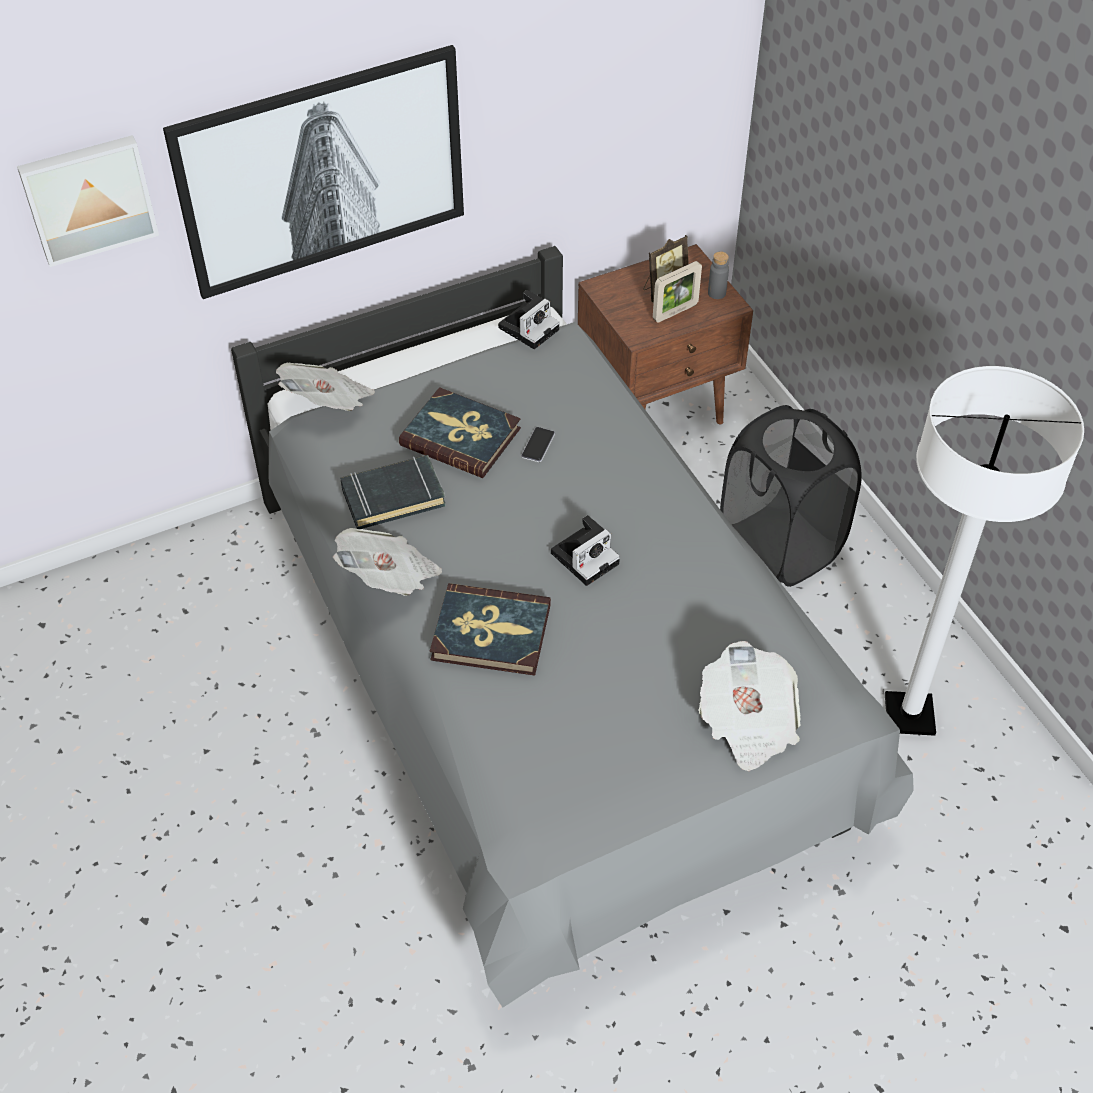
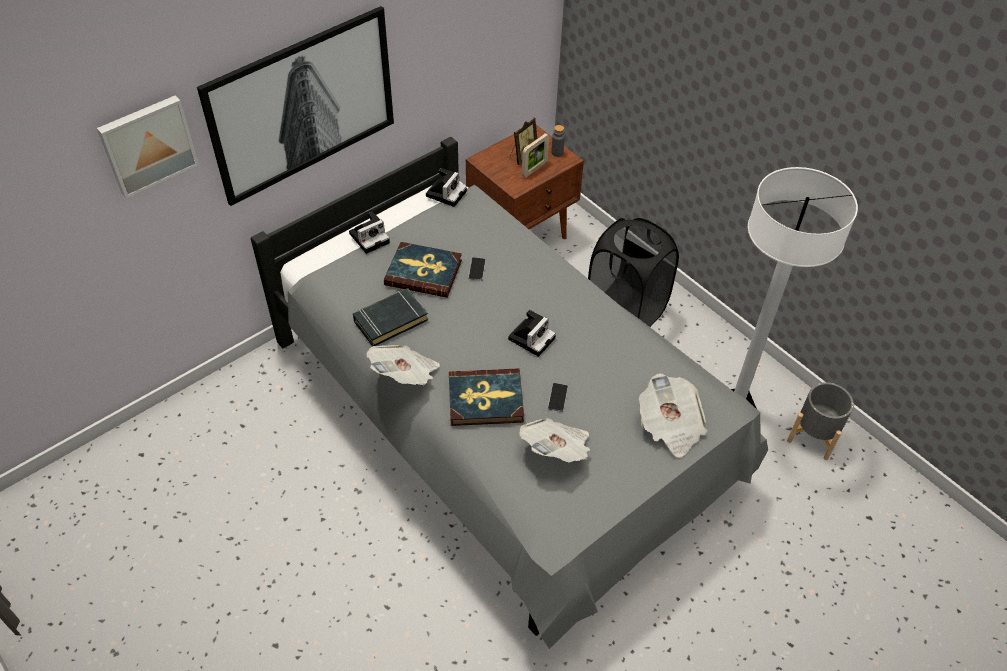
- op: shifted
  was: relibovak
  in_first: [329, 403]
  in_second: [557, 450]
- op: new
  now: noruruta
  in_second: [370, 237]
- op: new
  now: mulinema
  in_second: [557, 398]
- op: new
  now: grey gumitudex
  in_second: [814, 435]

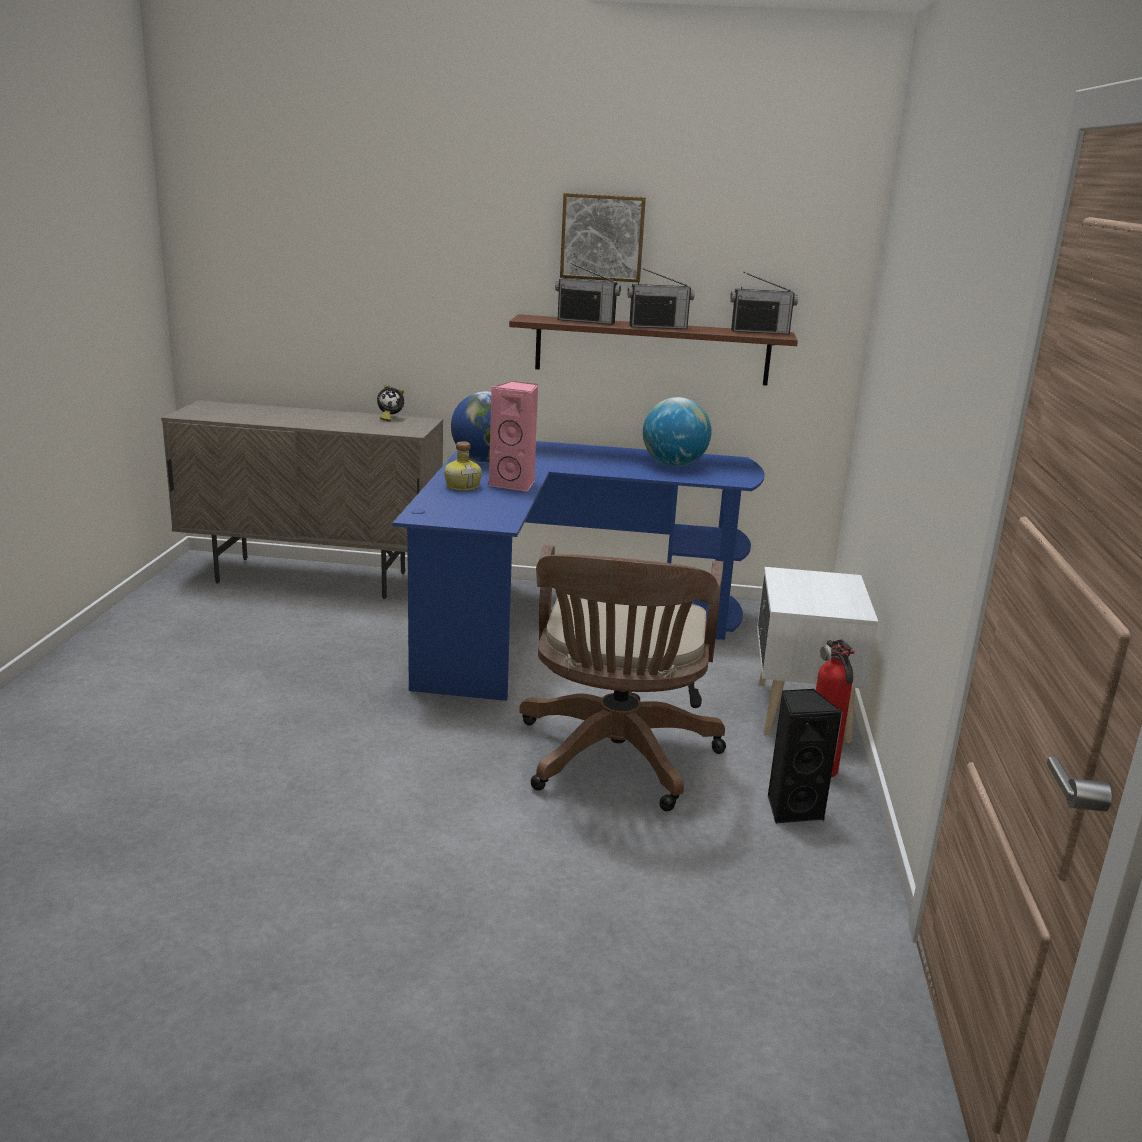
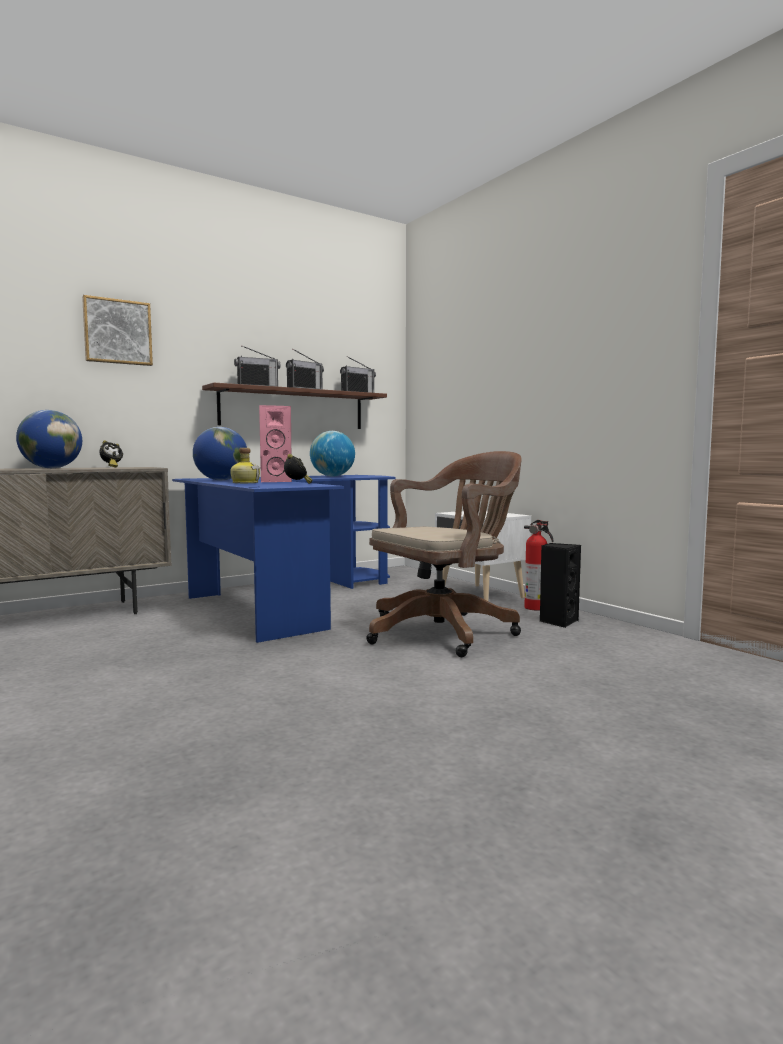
- op: rotated
  was: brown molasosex
  in_first: [615, 760]
  in_second: [446, 631]
  clockwise: -90
- op: shifted
  was: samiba
  in_first: [602, 237]
  in_second: [117, 332]
- op: new
  now: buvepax
  in_second: [51, 468]
- op: new
  now: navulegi
  in_second: [297, 484]

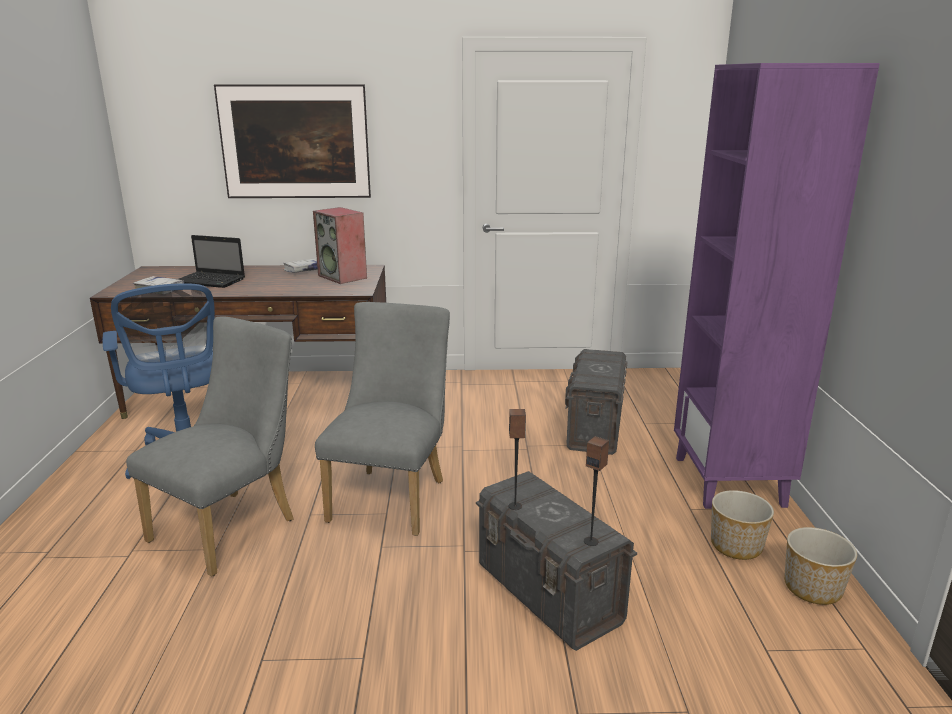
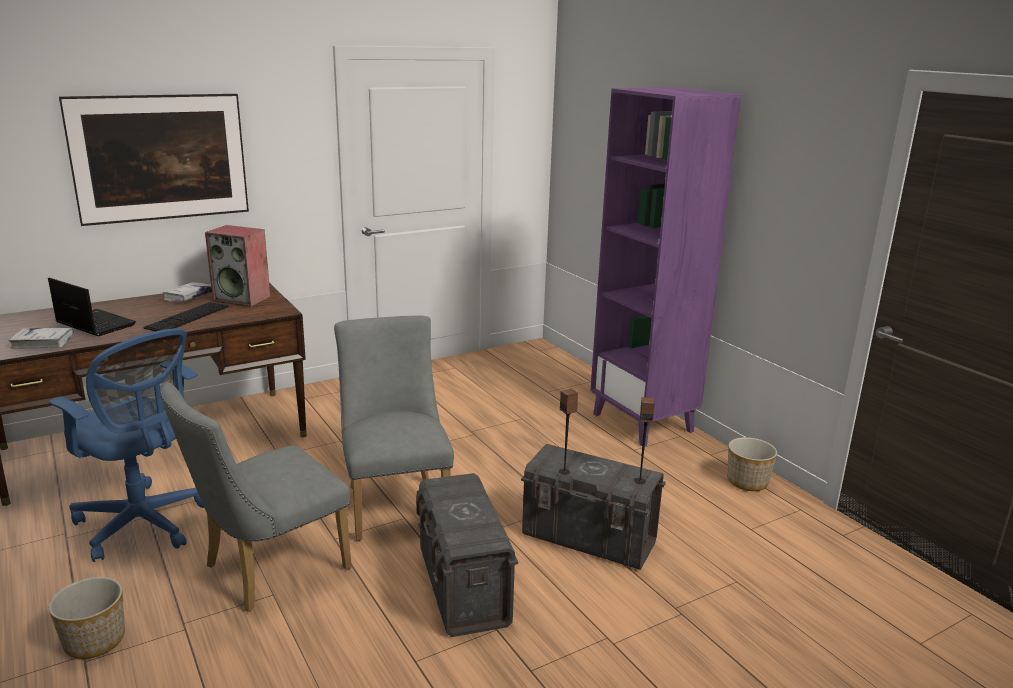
- op: rotated
  was: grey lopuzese
  in_first: [232, 526]
  in_second: [267, 570]
  clockwise: -135
- op: rotated
  was: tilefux
  in_first: [211, 281]
  in_second: [94, 324]
  clockwise: -135
- op: shifted
  was: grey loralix
  in_first: [595, 428]
  in_second: [463, 587]
- op: shifted
  was: gumitudex
  in_first: [736, 545]
  in_second: [95, 640]
- op: new
  now: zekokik
  in_second: [187, 317]

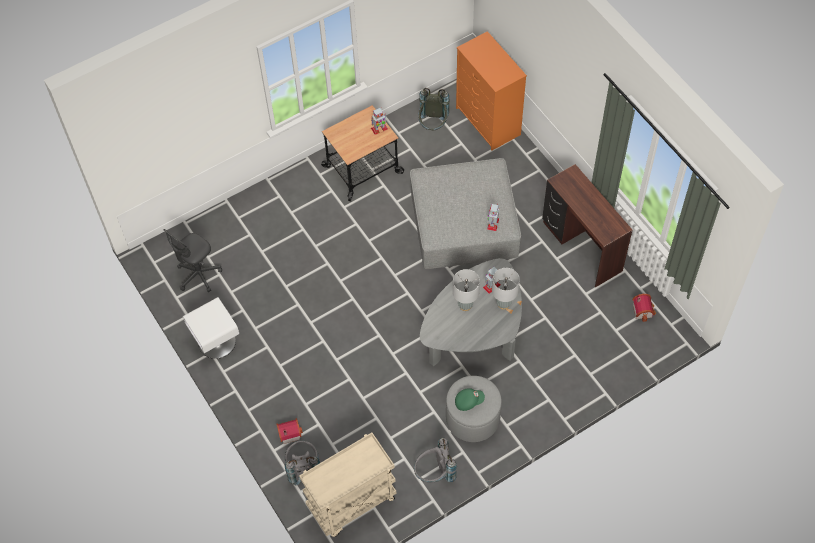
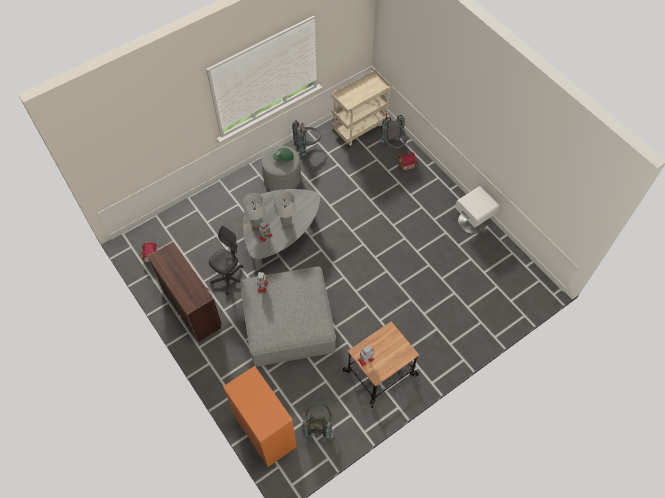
- op: shifted
  was: grey molasosex
  in_first: [199, 275]
  in_second: [229, 279]

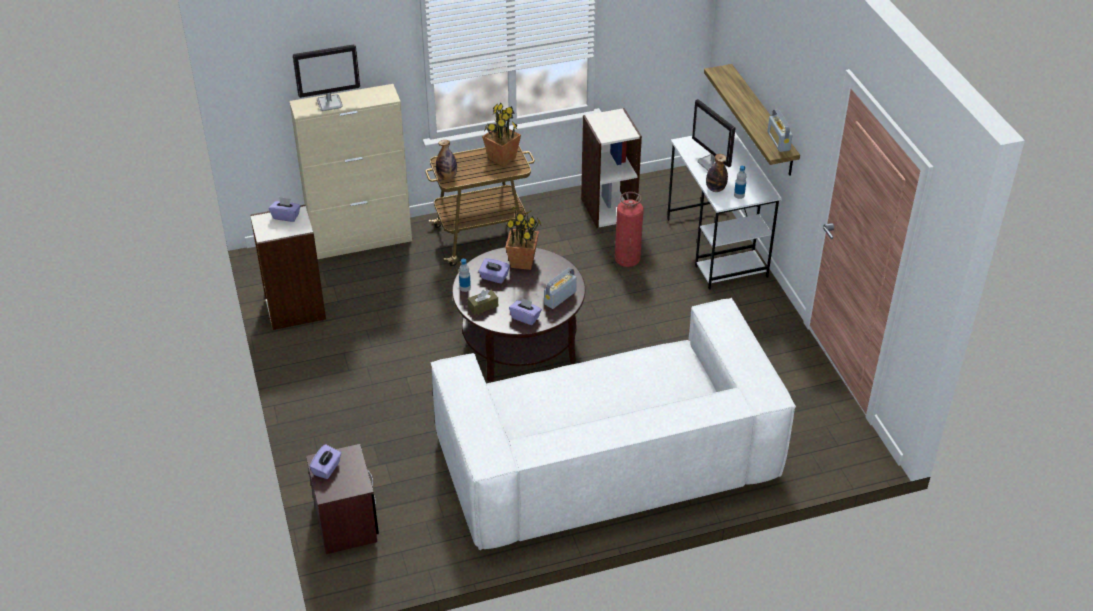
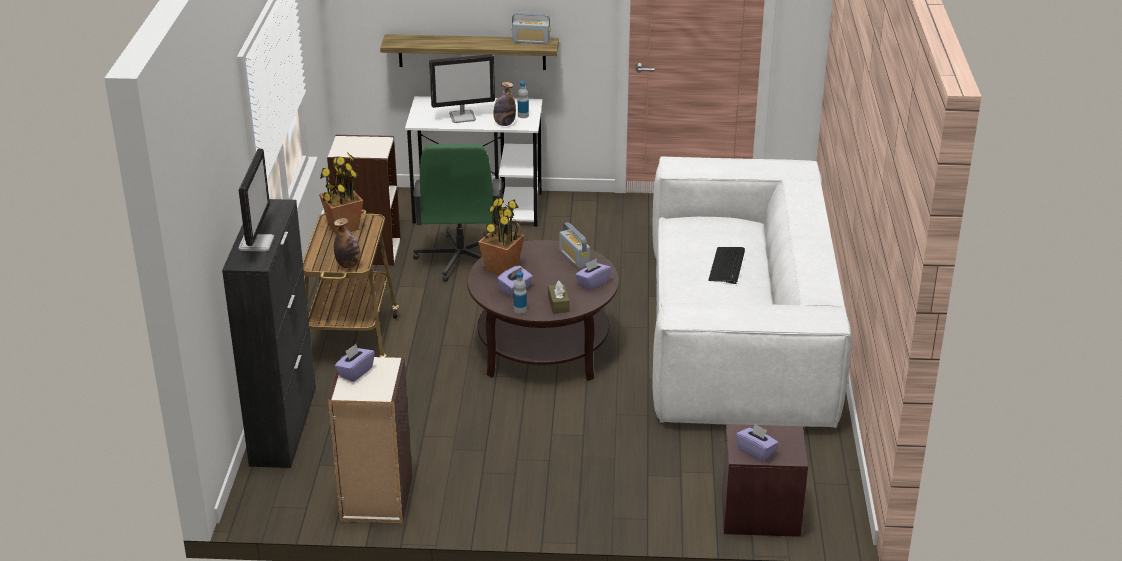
- op: repainted
  was: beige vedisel
  now: black vedisel
  in_first: [361, 241]
  in_second: [284, 425]
- op: swapped
  was: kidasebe
  now: green molasosex
  in_first: [627, 260]
  in_second: [459, 259]
- op: new
  now: zekokik
  in_second: [727, 266]

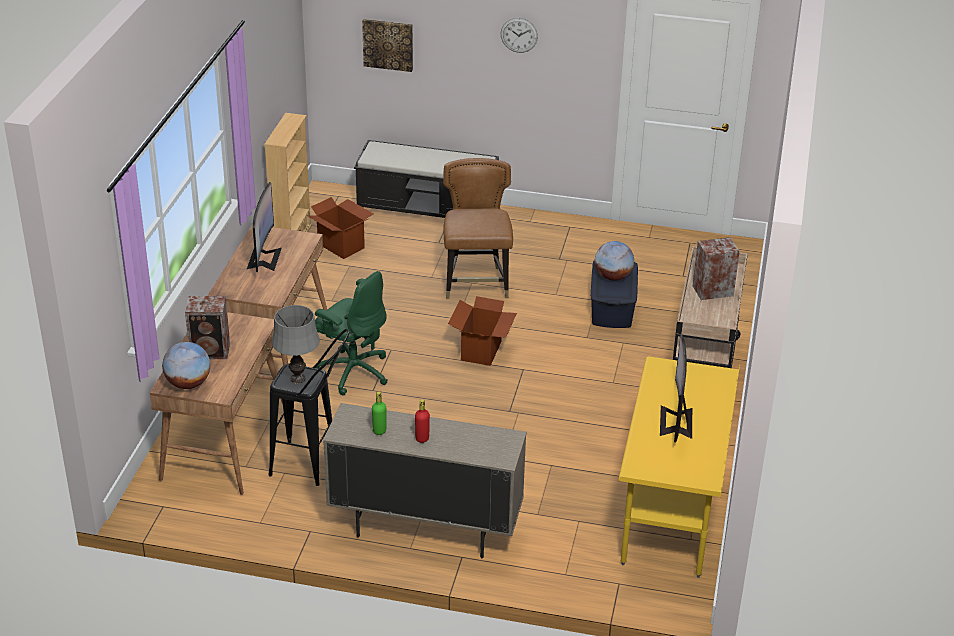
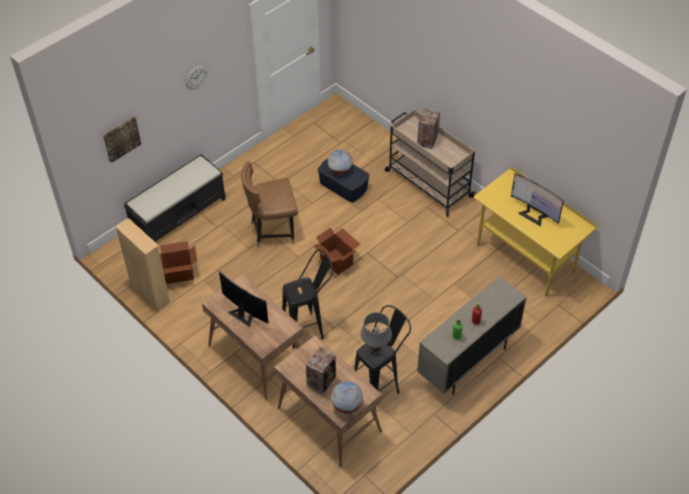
- op: swapped
  was: green molasosex
  now: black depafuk
  in_first: [353, 371]
  in_second: [309, 328]
- op: rotated
  was: brown lopuzese
  in_first: [476, 283]
  in_second: [272, 231]
  clockwise: -45

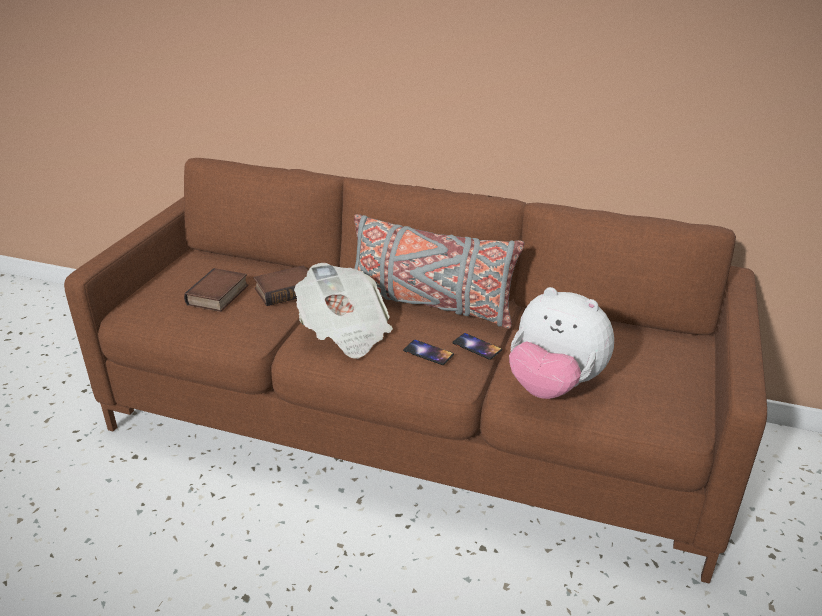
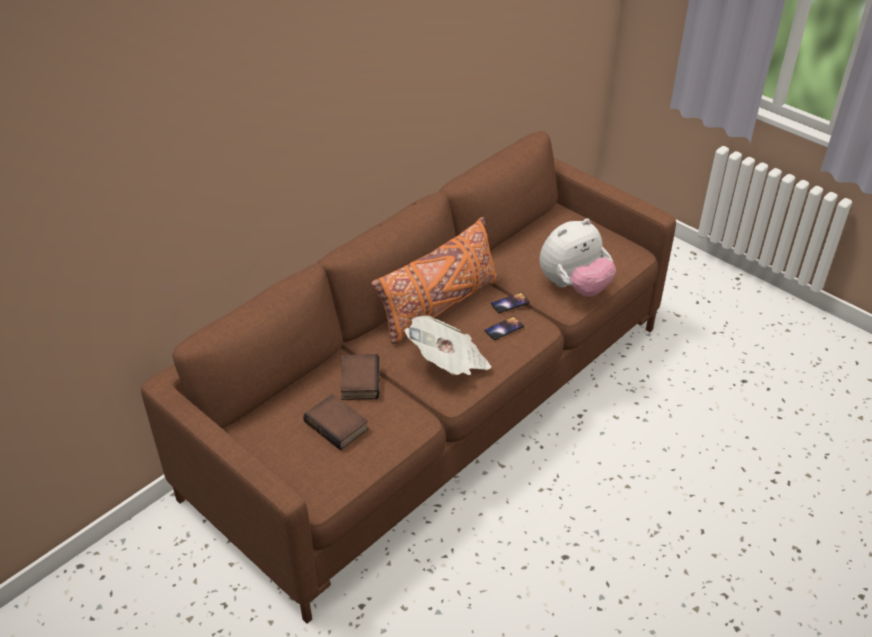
- op: repainted
  was: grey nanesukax
  now: orange nanesukax
  in_first: [430, 304]
  in_second: [438, 307]

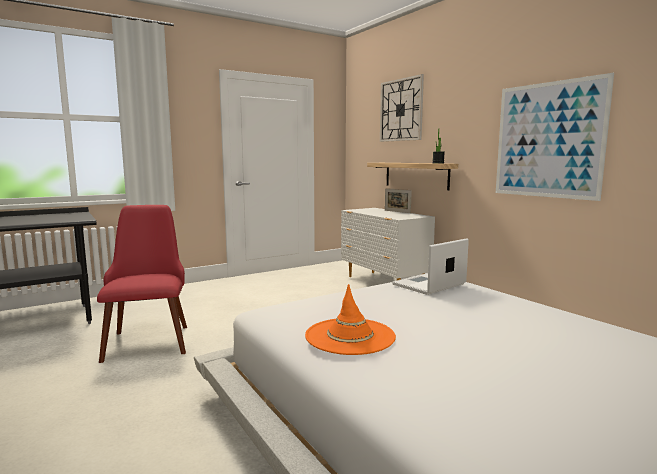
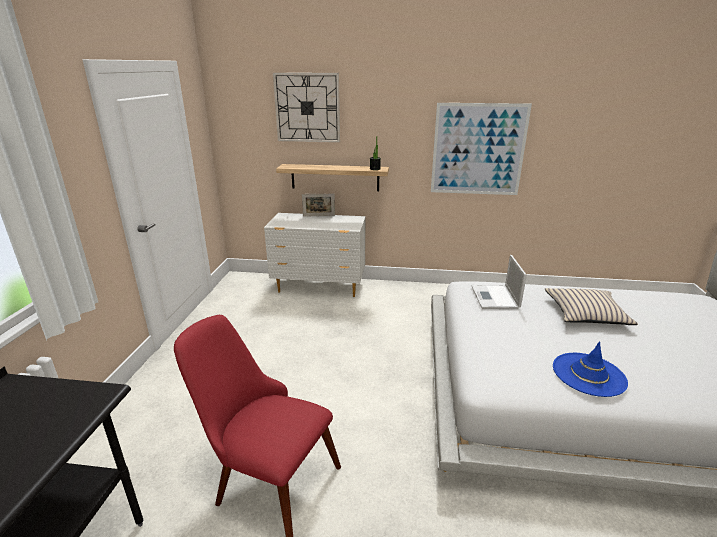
- op: repainted
  was: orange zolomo
  now: blue zolomo
  in_first: [350, 336]
  in_second: [588, 374]
- op: new
  now: beige nanesukax
  in_second: [586, 314]

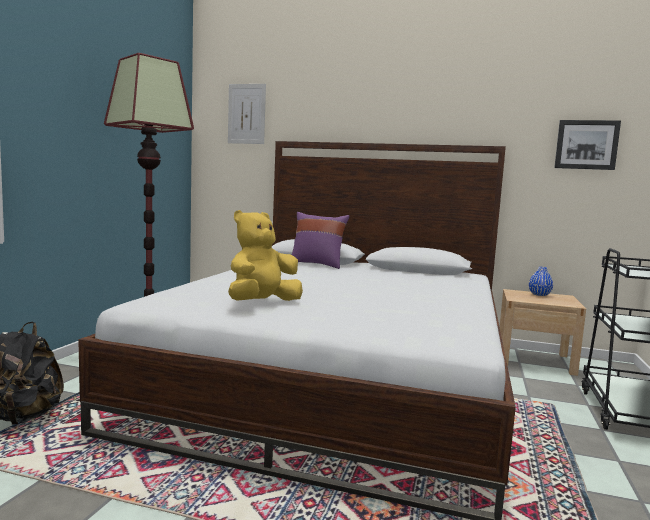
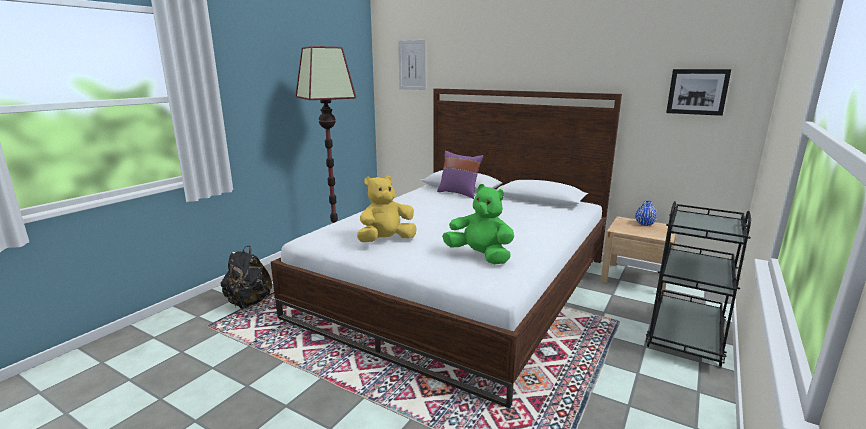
- op: new
  now: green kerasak
  in_second: [480, 256]

